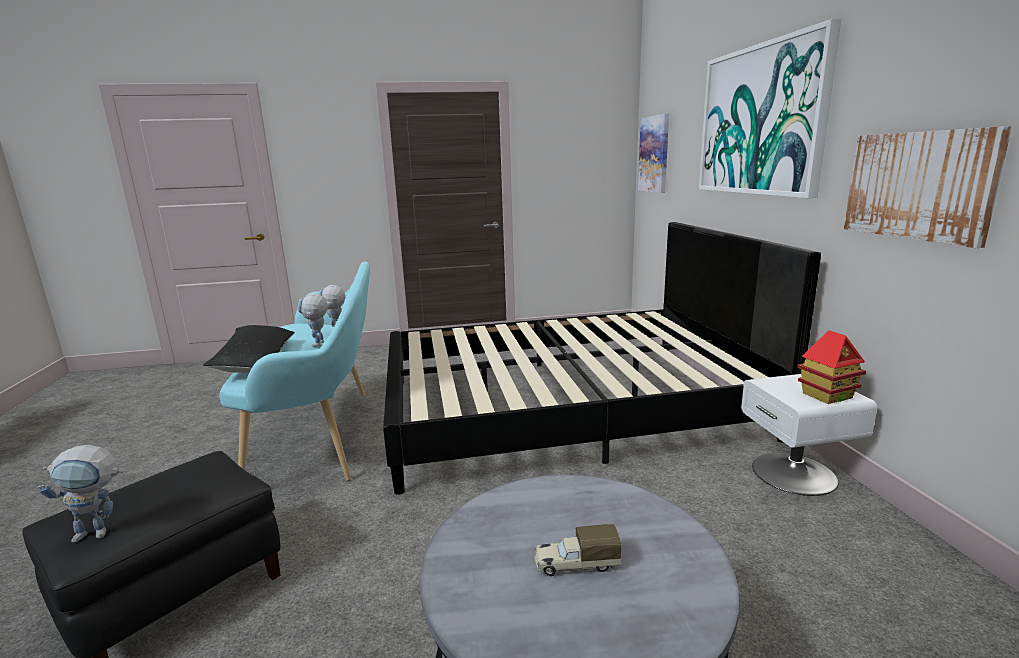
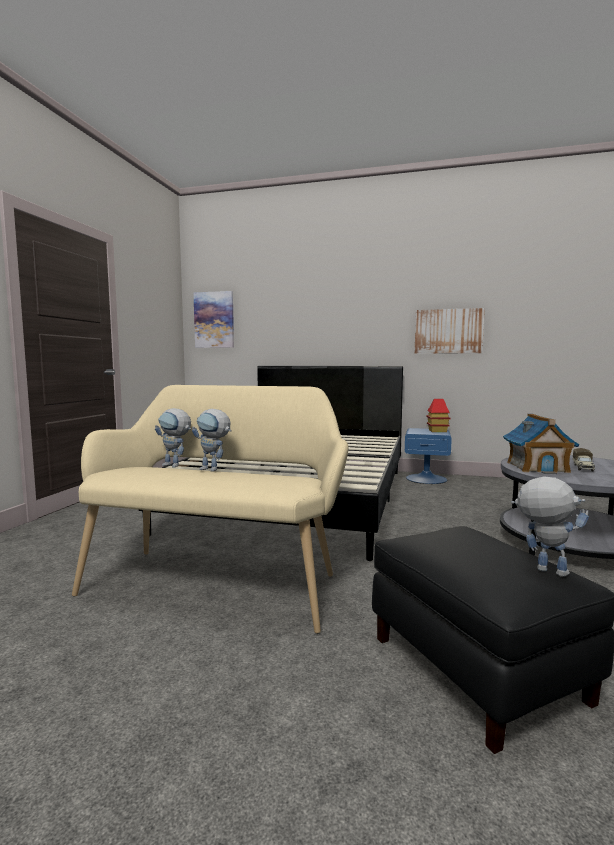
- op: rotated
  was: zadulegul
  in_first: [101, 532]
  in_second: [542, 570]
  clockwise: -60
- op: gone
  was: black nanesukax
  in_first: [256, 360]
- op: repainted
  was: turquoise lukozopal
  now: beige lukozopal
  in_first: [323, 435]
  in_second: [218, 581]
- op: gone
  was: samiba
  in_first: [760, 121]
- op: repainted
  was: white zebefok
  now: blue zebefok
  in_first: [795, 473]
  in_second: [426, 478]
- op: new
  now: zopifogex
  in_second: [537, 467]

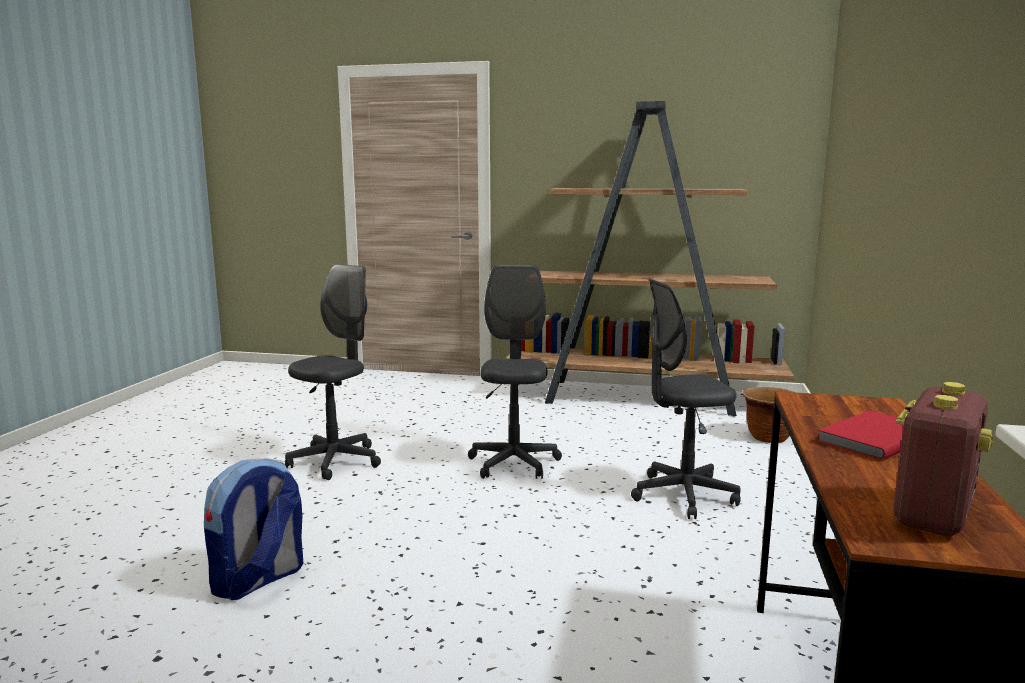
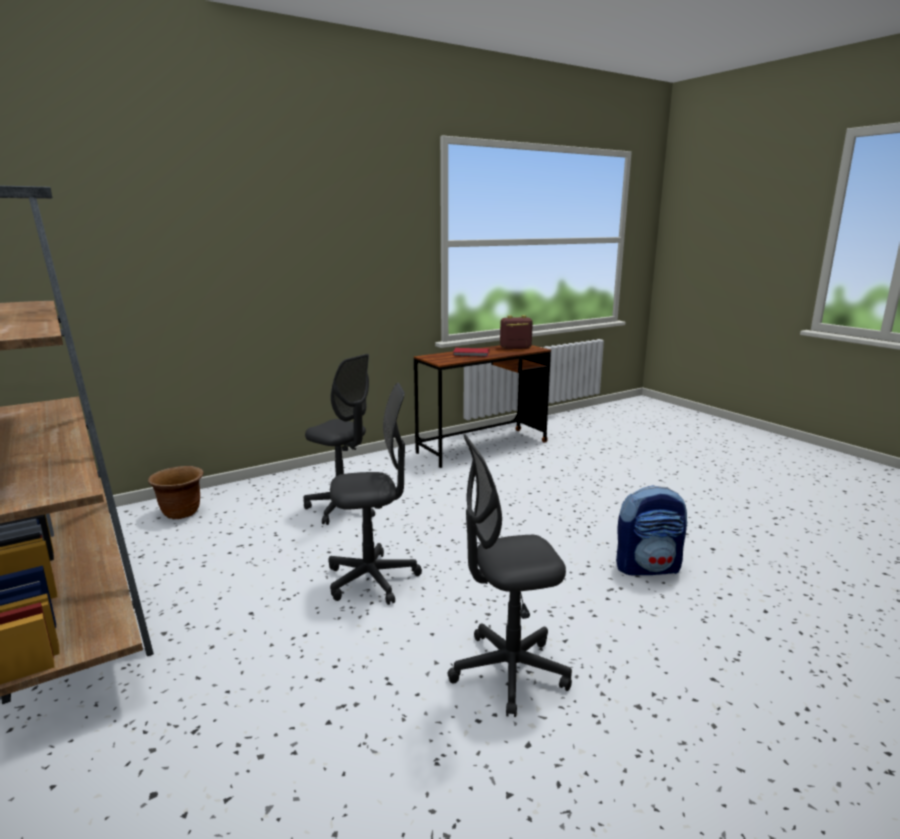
- op: rotated
  was: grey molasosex
  in_first: [514, 463]
  in_second: [372, 579]
  clockwise: -150

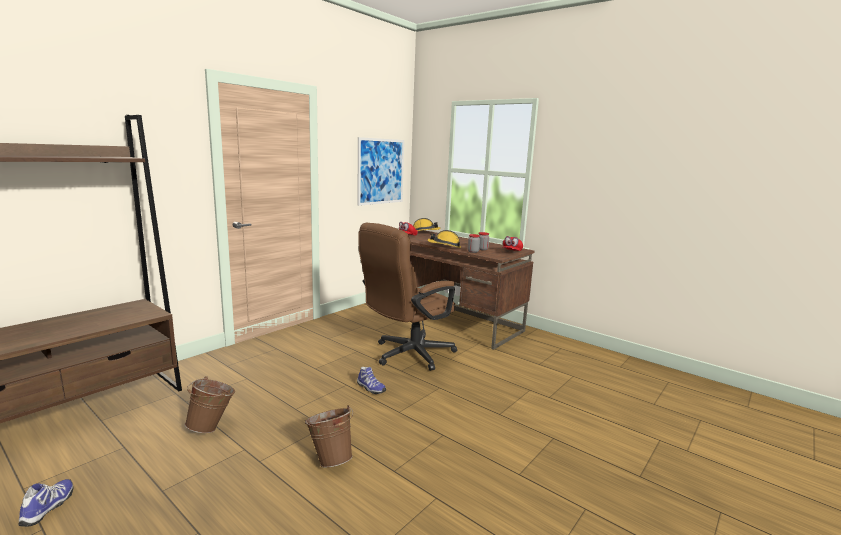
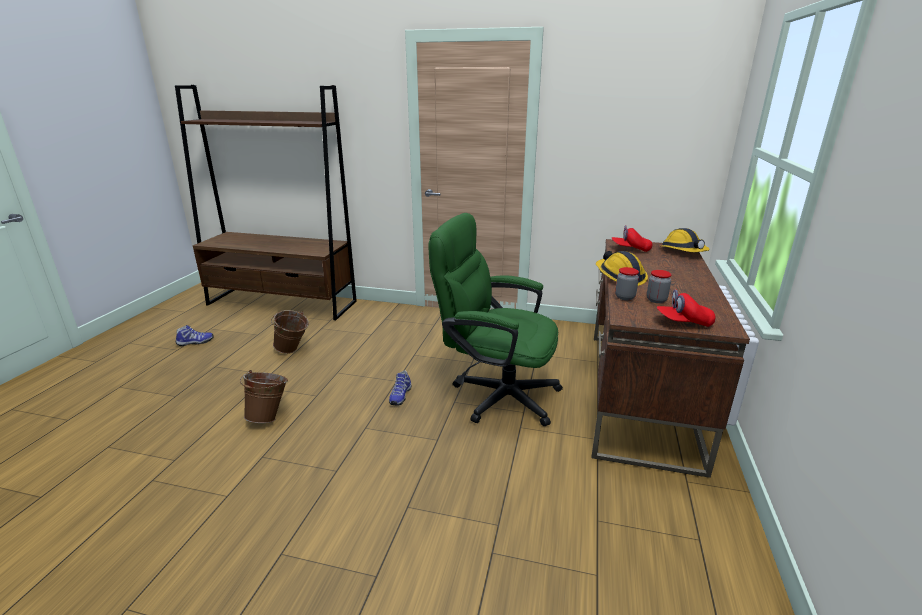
- op: gone
  was: samiba
  in_first: [381, 171]
- op: repainted
  was: brown molasosex
  now: green molasosex
  in_first: [407, 355]
  in_second: [495, 394]

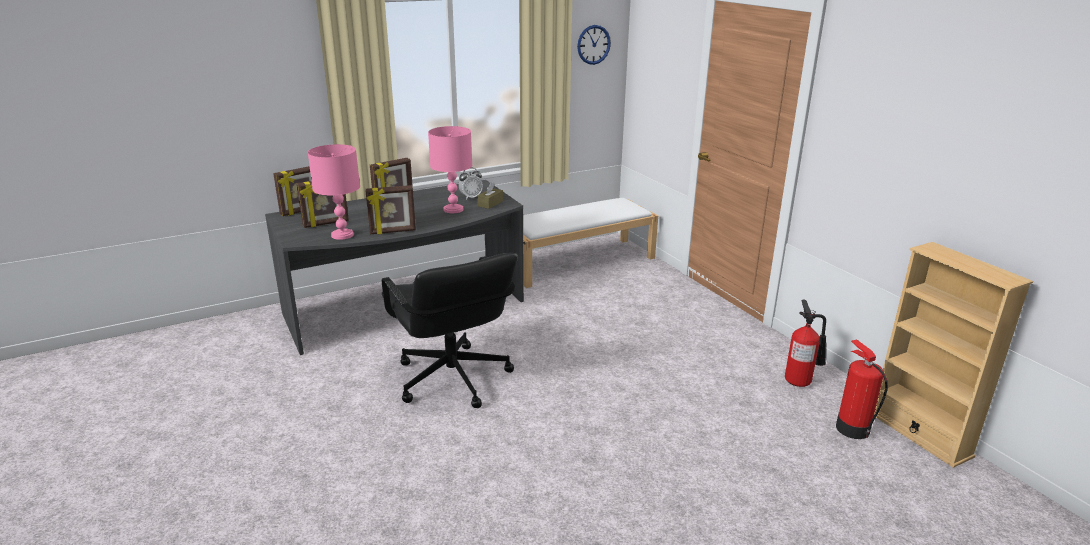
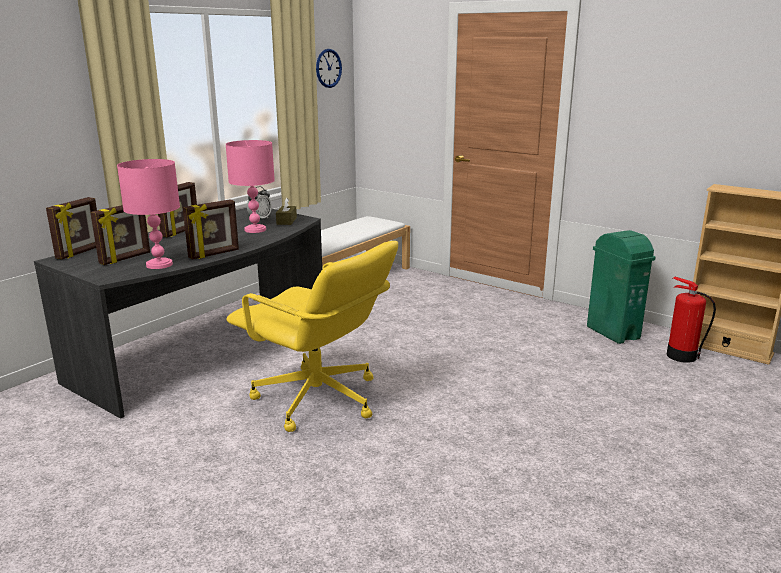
- op: repainted
  was: black molasosex
  now: yellow molasosex
  in_first: [452, 379]
  in_second: [317, 400]
- op: swapped
  was: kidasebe
  now: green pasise
  in_first: [800, 381]
  in_second: [612, 332]

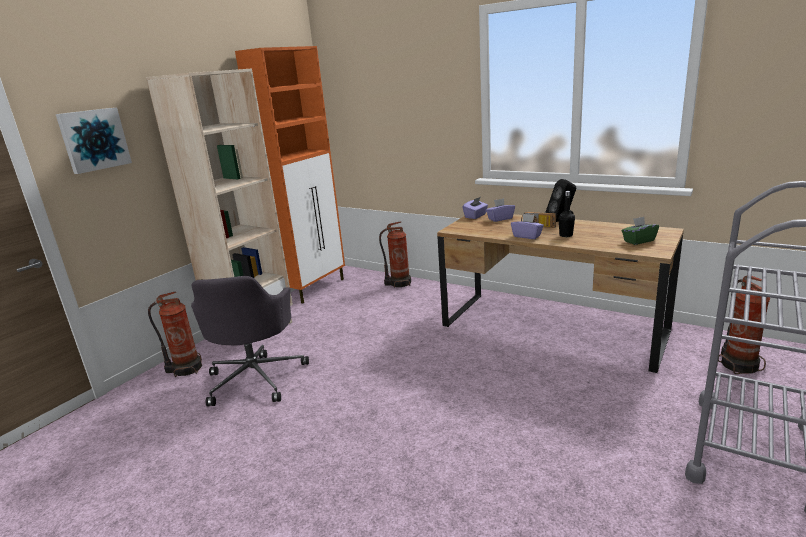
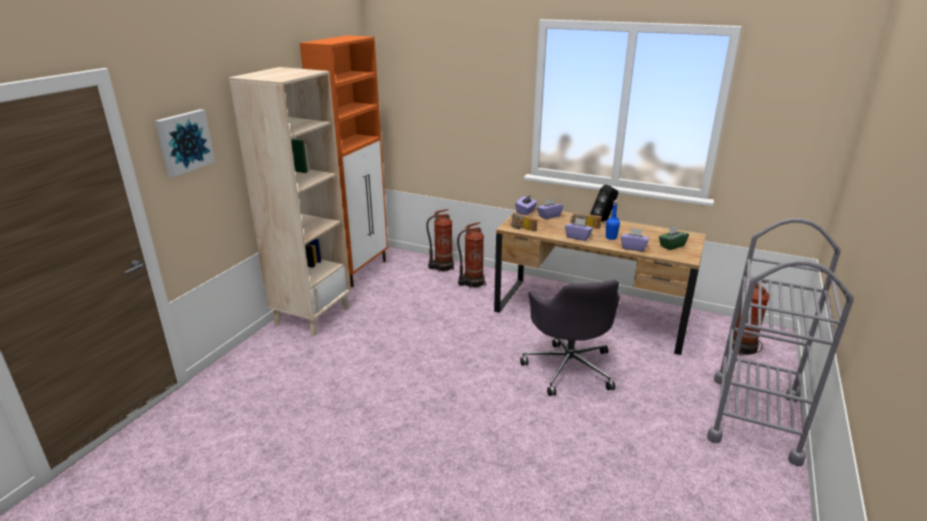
- op: shifted
  was: kidasebe
  in_first: [186, 369]
  in_second: [472, 282]
- op: shifted
  was: grey molasosex
  in_first: [256, 378]
  in_second: [569, 367]
- op: repainted
  was: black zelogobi
  now: blue zelogobi
  in_first: [566, 235]
  in_second: [611, 237]
- op: new
  now: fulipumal
  in_second: [521, 228]
- op: new
  now: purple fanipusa
  in_second: [633, 247]

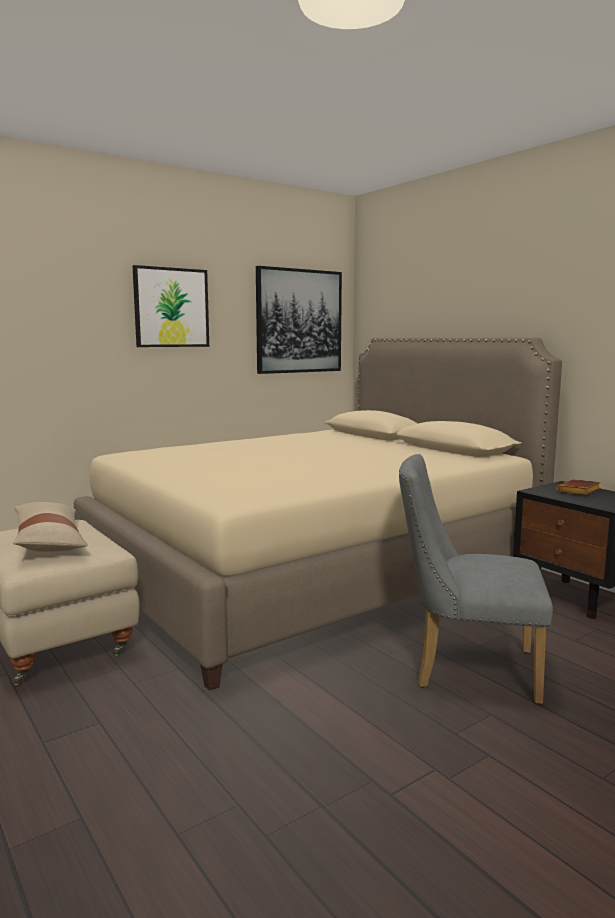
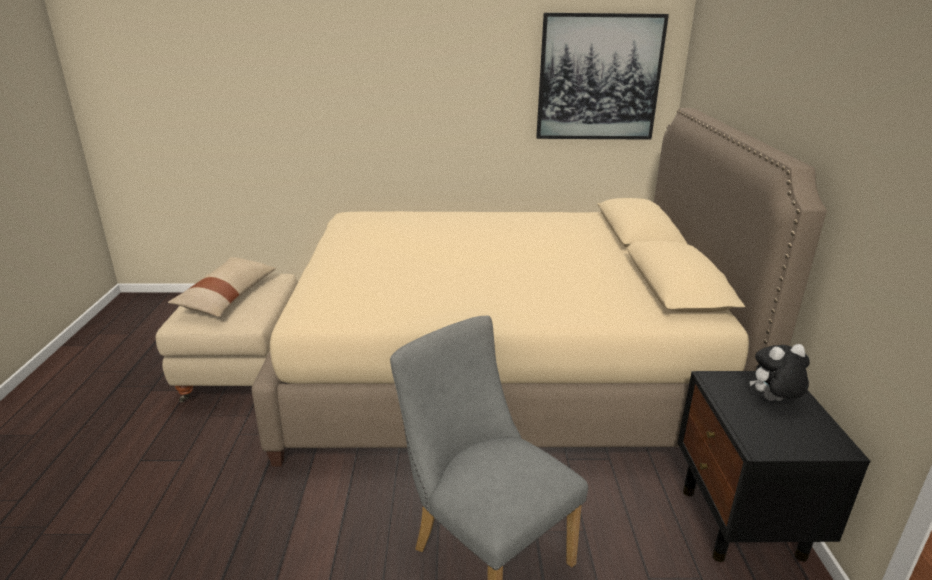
- op: gone
  was: samiba
  in_first: [171, 307]
- op: swapped
  was: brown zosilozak
  now: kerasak
  in_first: [579, 492]
  in_second: [773, 401]

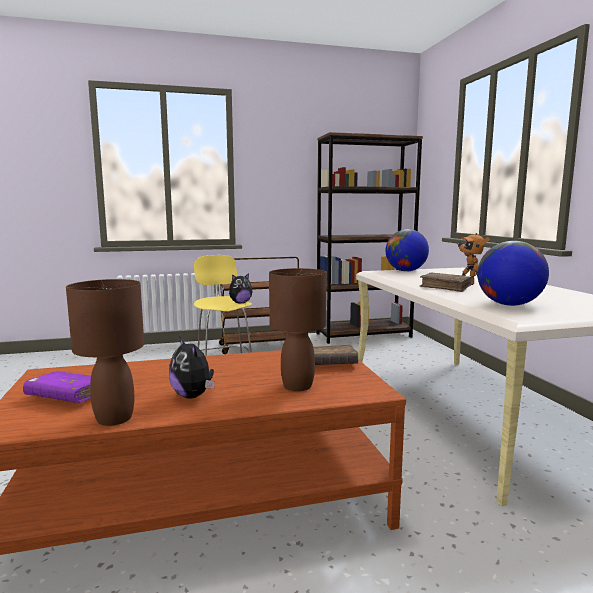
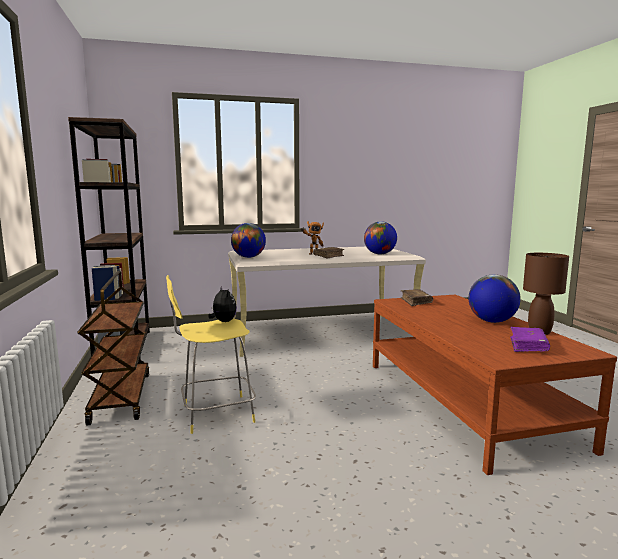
- op: swapped
  was: kerasak
  now: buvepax
  in_first: [193, 396]
  in_second: [492, 321]
- op: gone
  was: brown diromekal
  in_first: [298, 386]

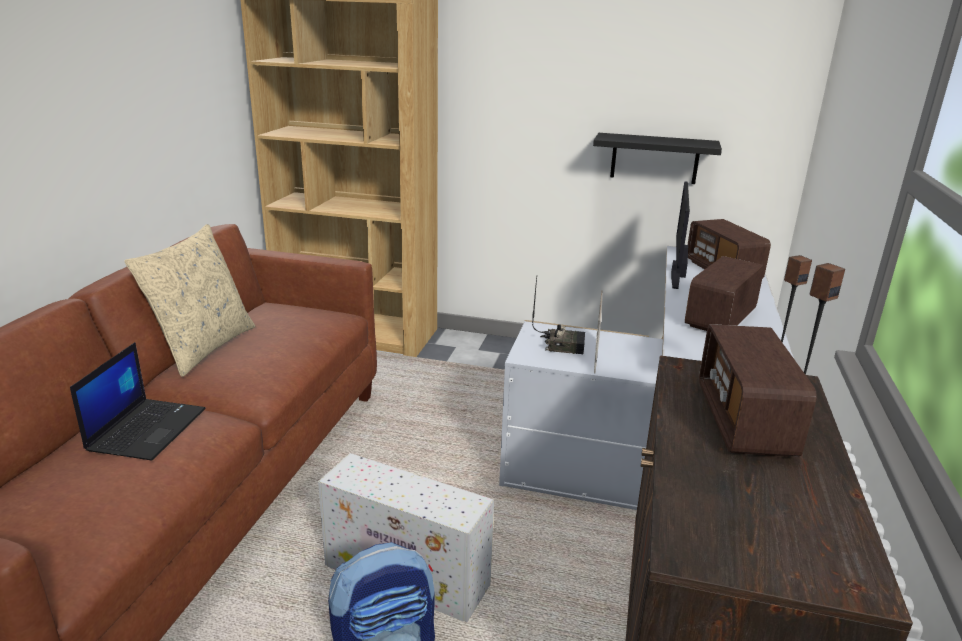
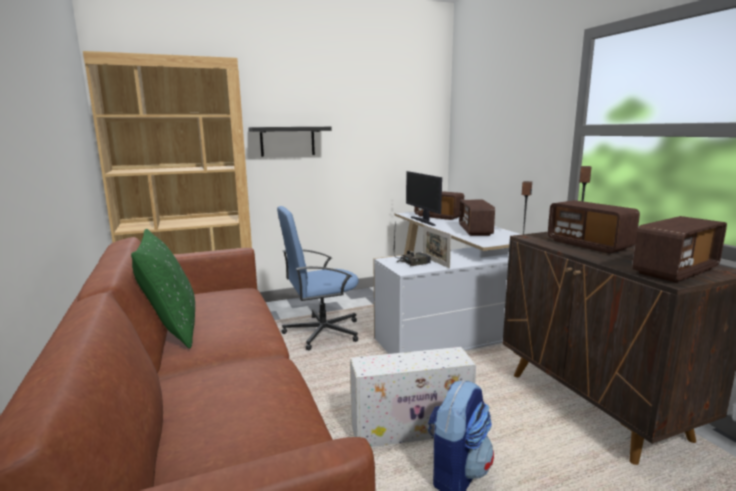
- op: gone
  was: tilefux
  in_first: [147, 429]
- op: repainted
  was: beige nanesukax
  now: green nanesukax
  in_first: [203, 347]
  in_second: [172, 330]
- op: shifted
  was: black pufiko
  in_first: [654, 158]
  in_second: [287, 141]
- op: new
  now: blue molasosex
  in_second: [321, 332]
- op: new
  now: fulipumal
  in_second: [675, 271]

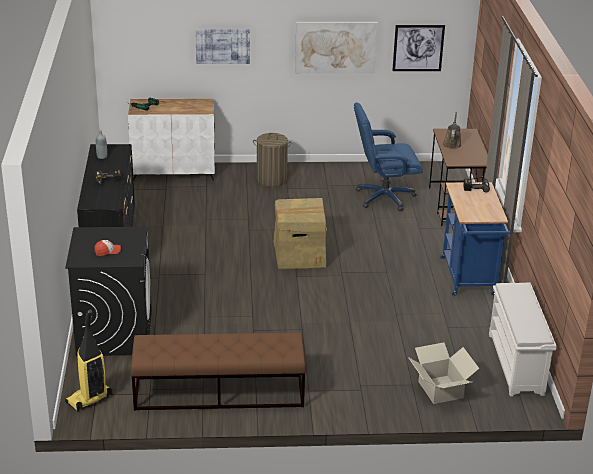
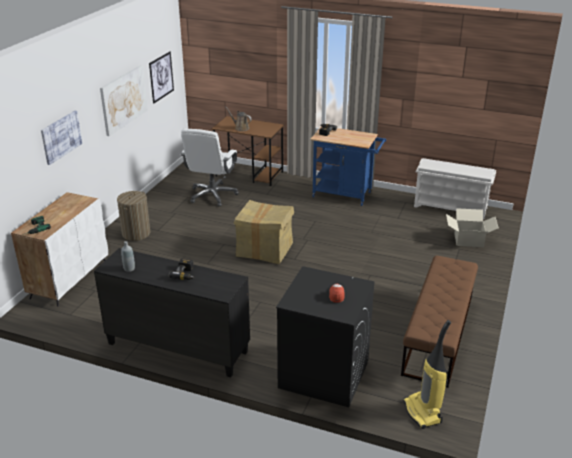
- op: repainted
  was: blue molasosex
  now: white molasosex
  in_first: [384, 197]
  in_second: [212, 195]

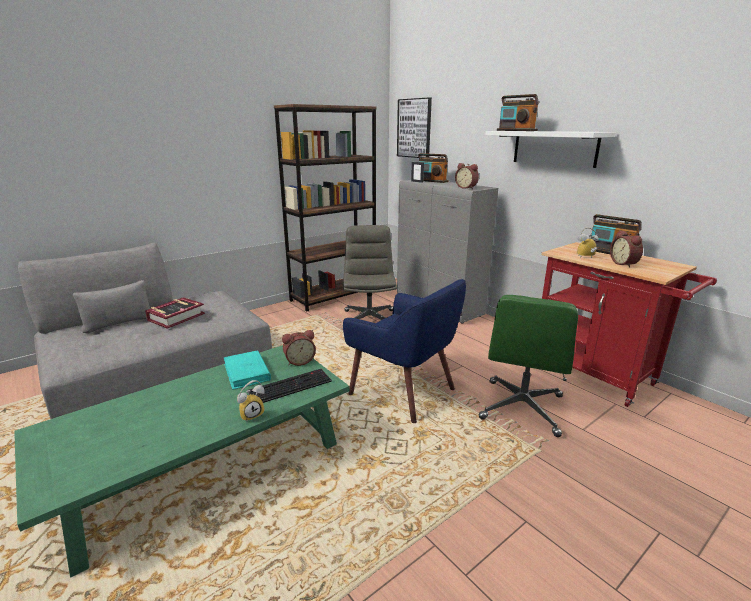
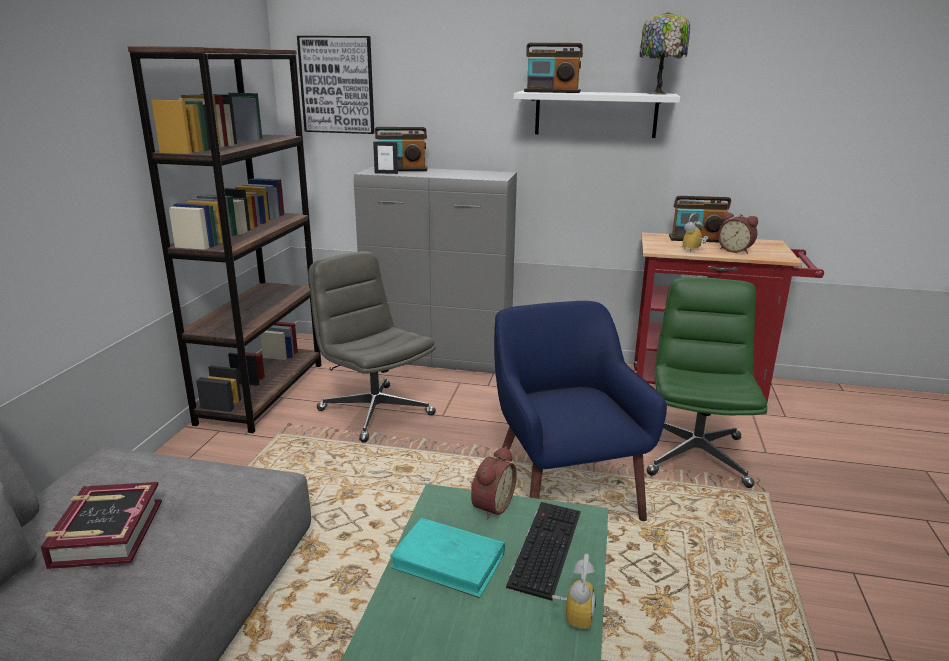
- op: rotated
  was: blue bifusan
  in_first: [404, 391]
  in_second: [563, 493]
  clockwise: -105
- op: gone
  was: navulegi
  in_first: [466, 188]
- op: rotated
  was: green molasosex
  in_first: [522, 408]
  in_second: [694, 455]
  clockwise: -150
- op: new
  now: diromekal
  in_second: [658, 94]

